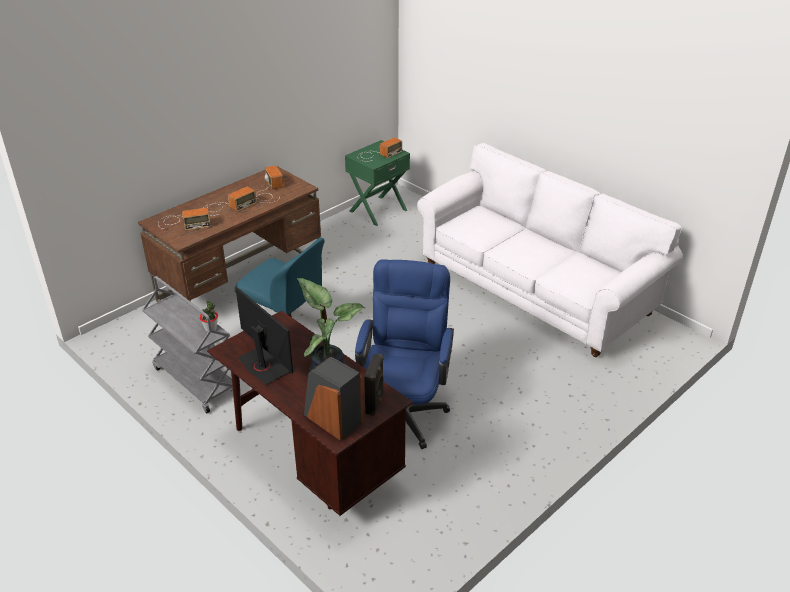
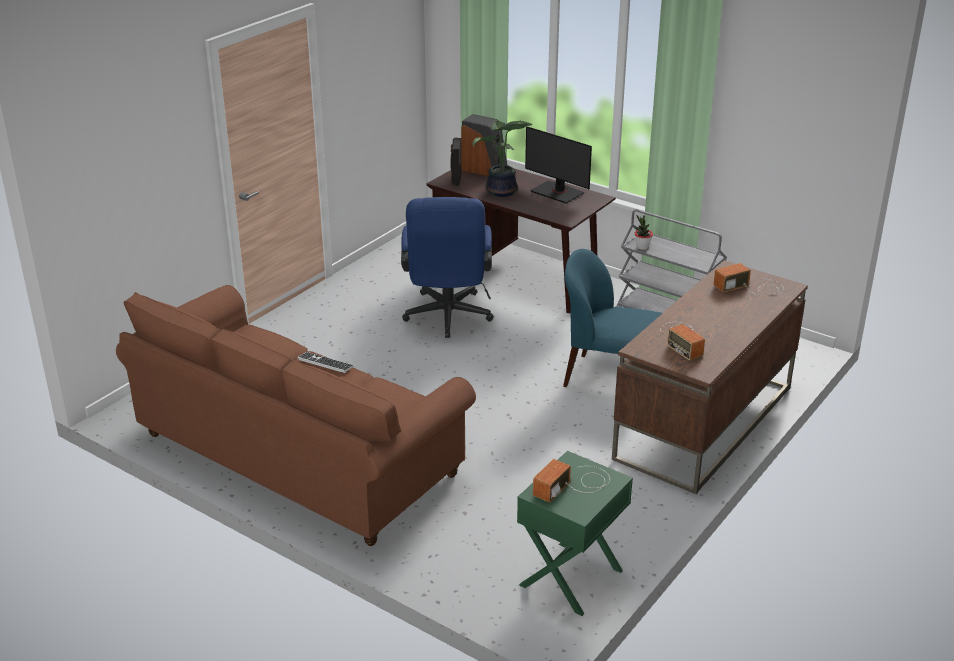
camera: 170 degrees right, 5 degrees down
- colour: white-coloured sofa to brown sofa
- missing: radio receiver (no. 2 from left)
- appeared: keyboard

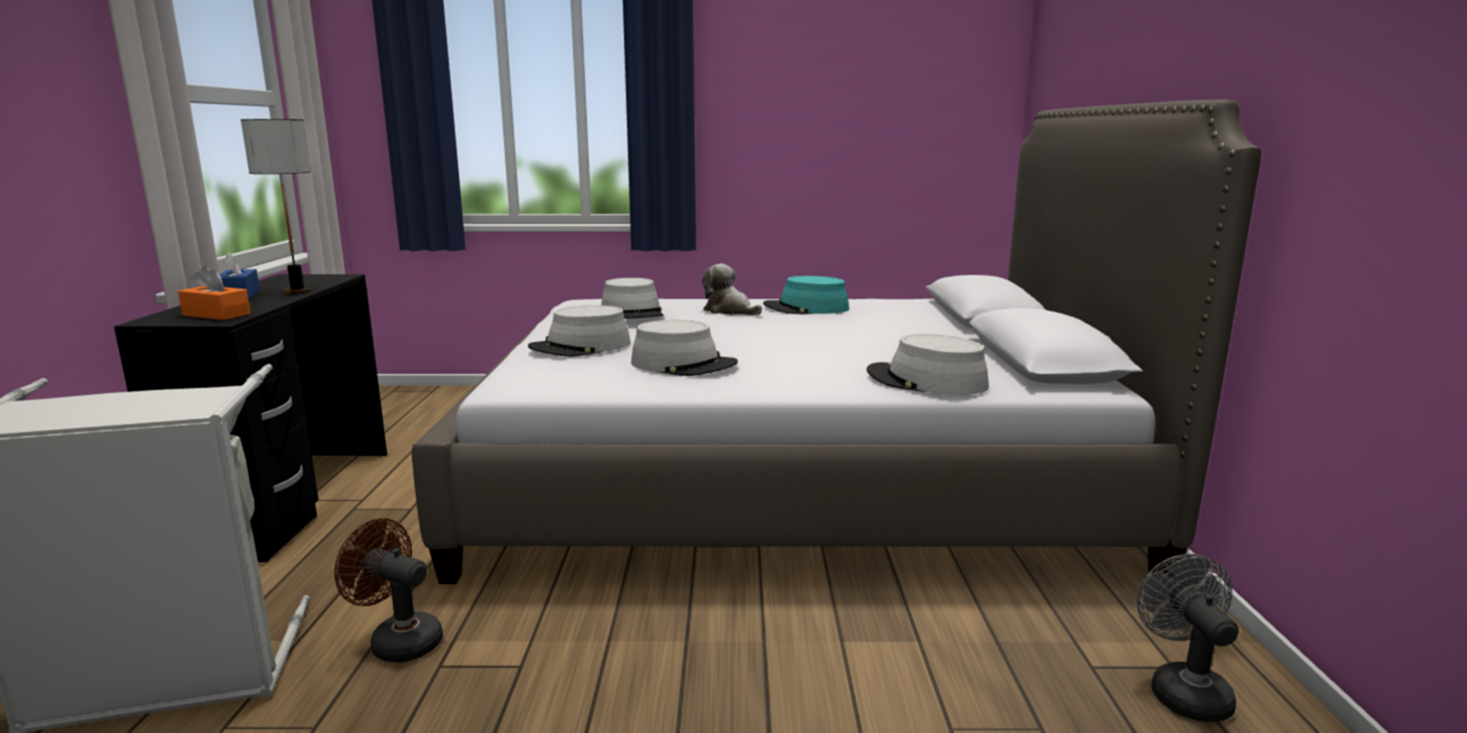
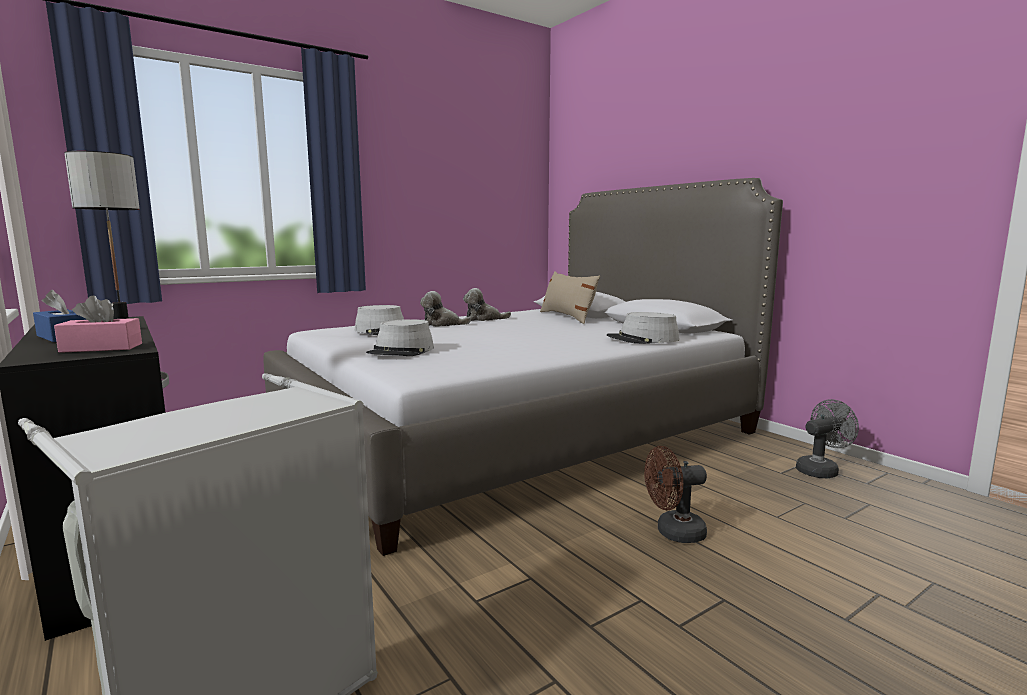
camera: 35 degrees left, 5 degrees down
- colour: orange-coloured tissue box to pinkish tissue box
- exchanged: turquoise clothing hat to soft toy (no. 2 from left)
- missing: gray clothing hat (no. 3 from left)
- relocated: brown cooling fan
- spun: gray cooling fan 105 degrees clockwise
- appeared: beige-coloured pillow

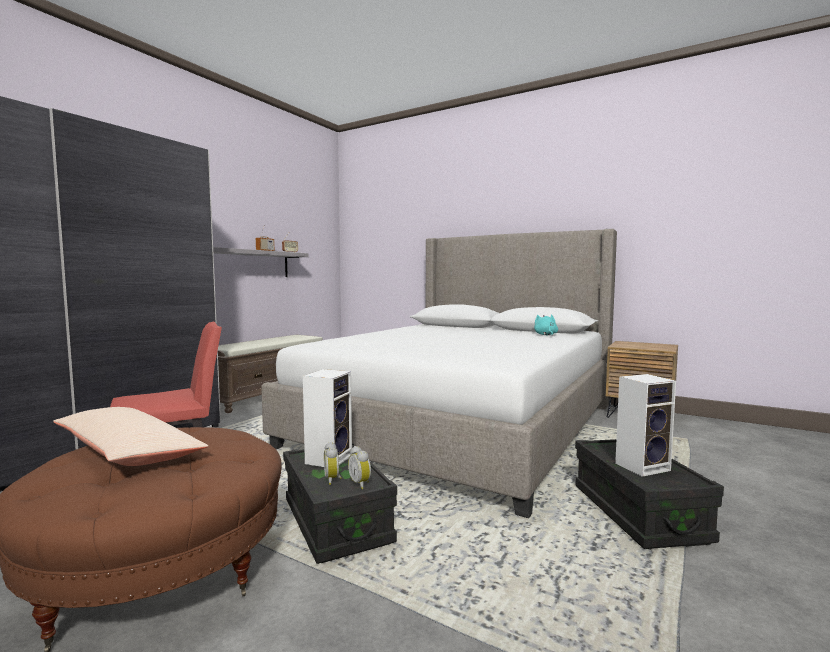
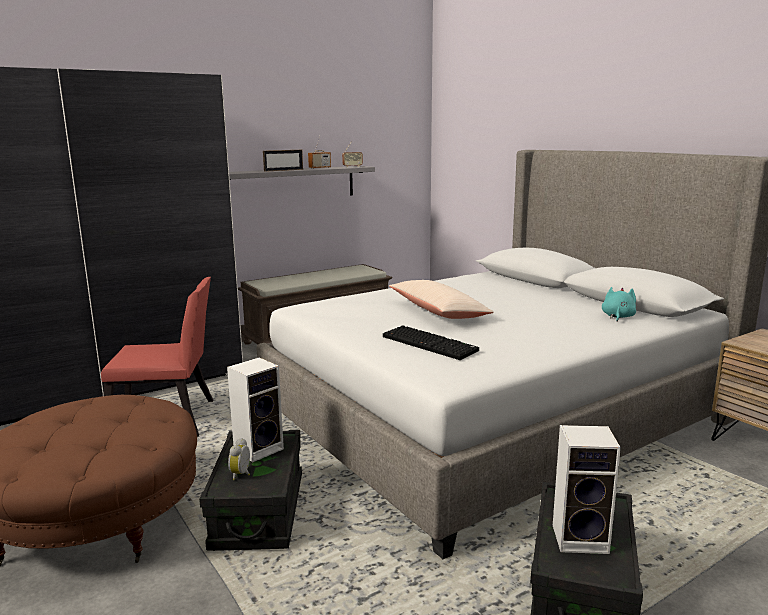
camera: 25 degrees right, 10 degrees up
- relocated: beige-coloured pillow
- missing: table clock (no. 2 from left)
- appeared: photo frame
- appeared: keyboard

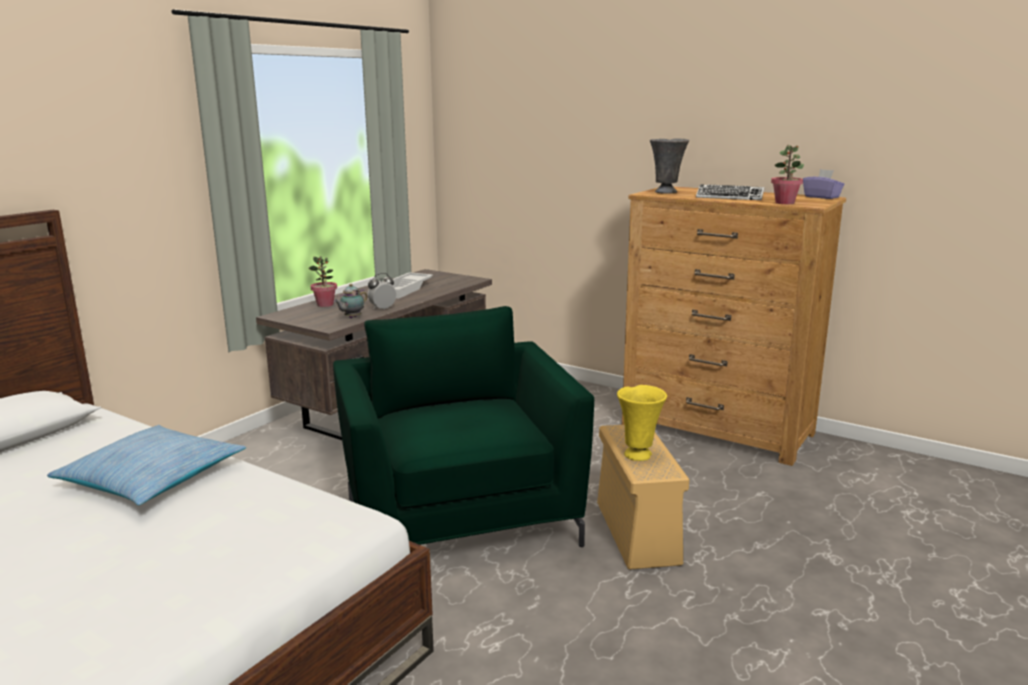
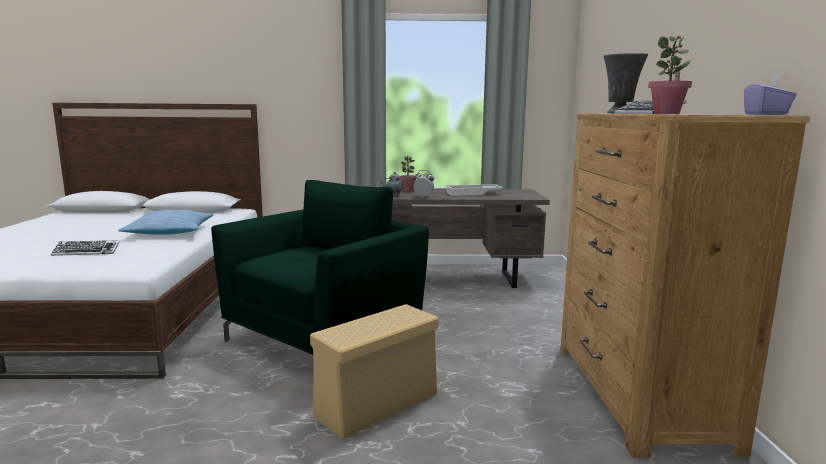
camera: 55 degrees right, 5 degrees down
- missing: yellowish flower vase
- appeared: keyboard (no. 1 from left)

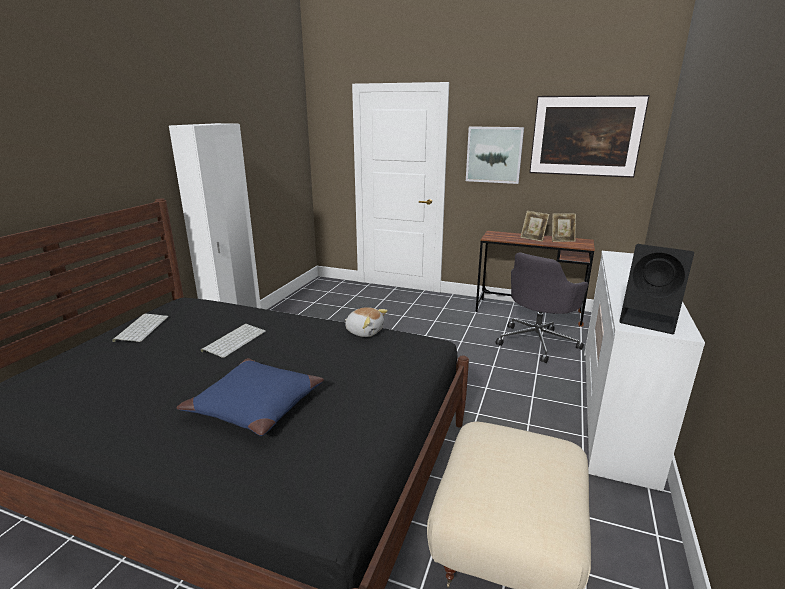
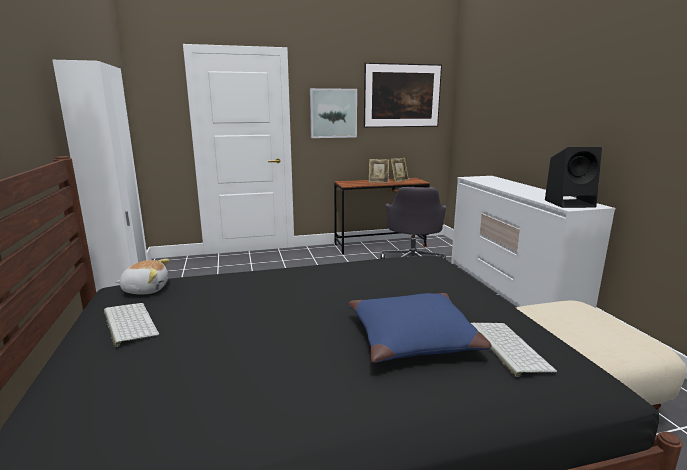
camera: 35 degrees left, 5 degrees down
- relocated: soft toy
- relocated: keyboard (no. 2 from left)

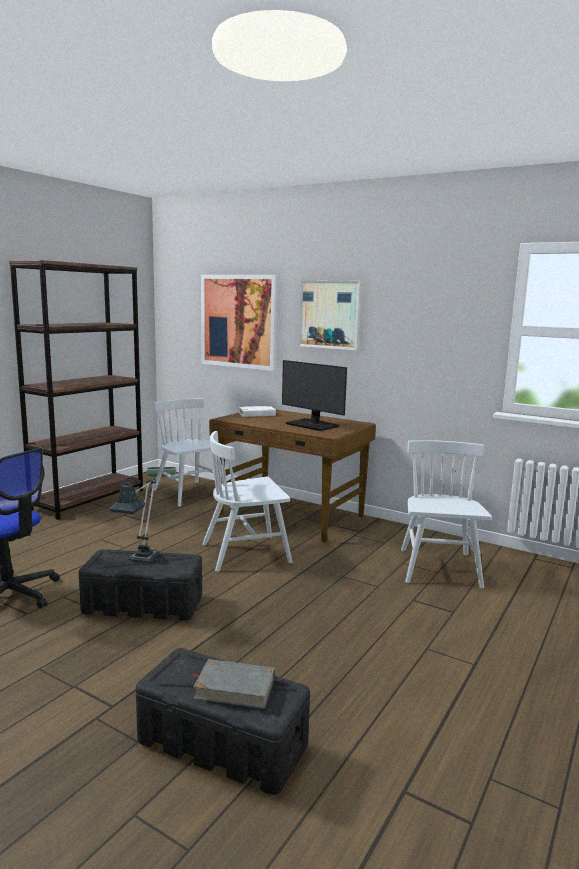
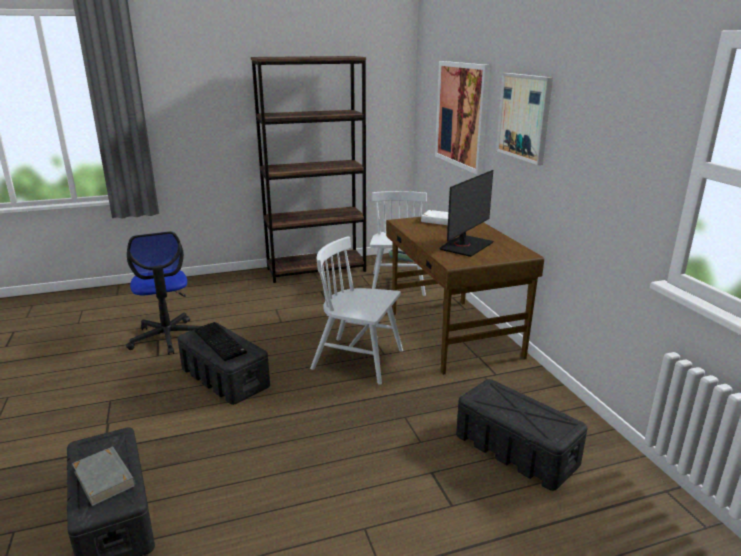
camera: 40 degrees right, 10 degrees up
- spun: monitor 135 degrees counterclockwise
- exchanged: white-coloured upright chair (no. 3 from left) to black-coloured storage box (no. 3 from left)
- exchanged: table lamp to keyboard

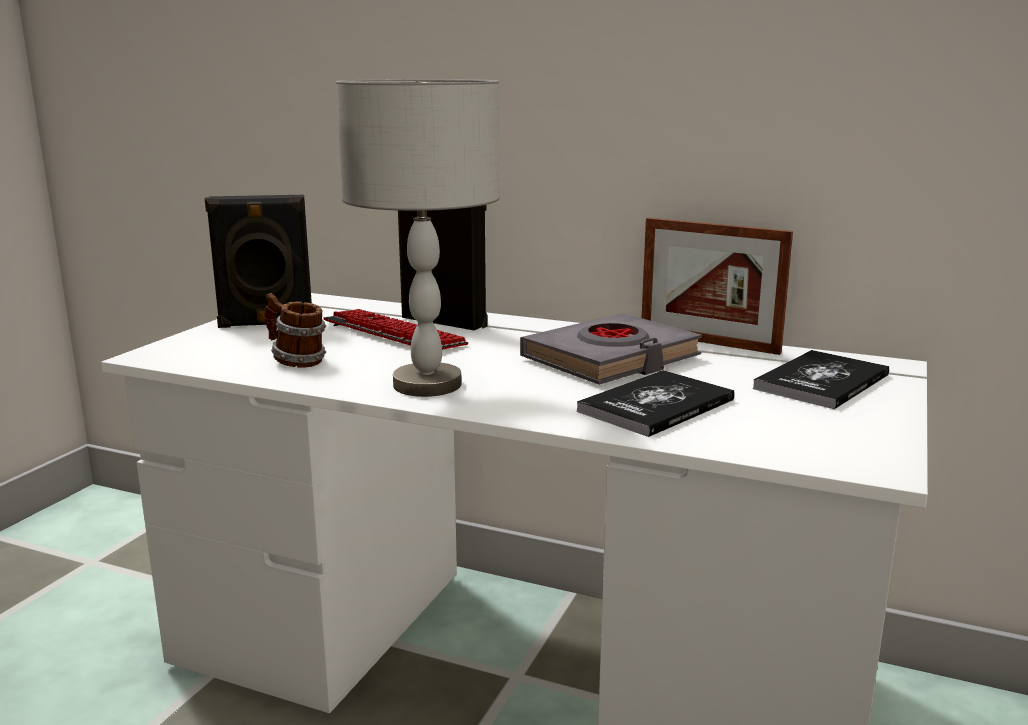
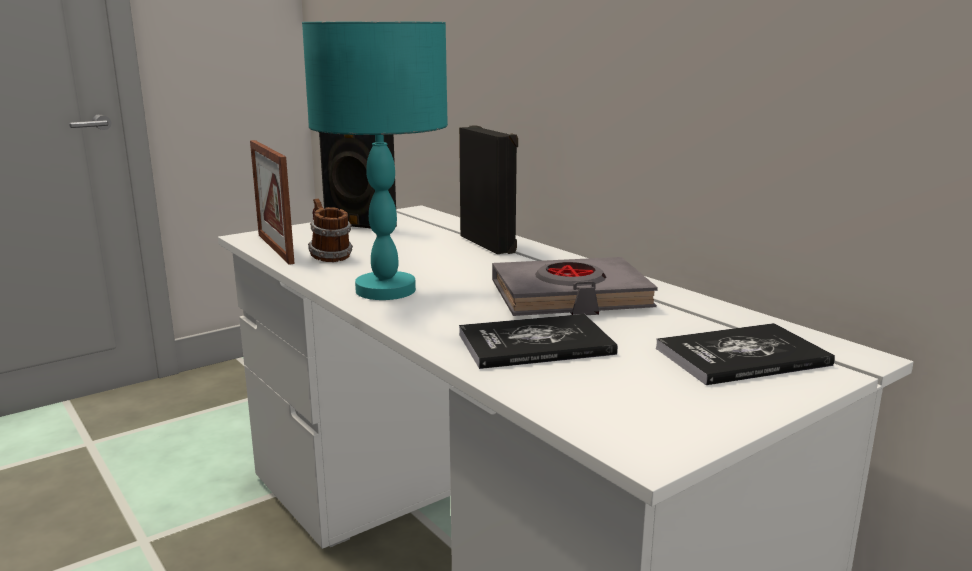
camera: 30 degrees right, 0 degrees up
- colour: gray table lamp to turquoise table lamp
- relocated: photo frame
- missing: keyboard

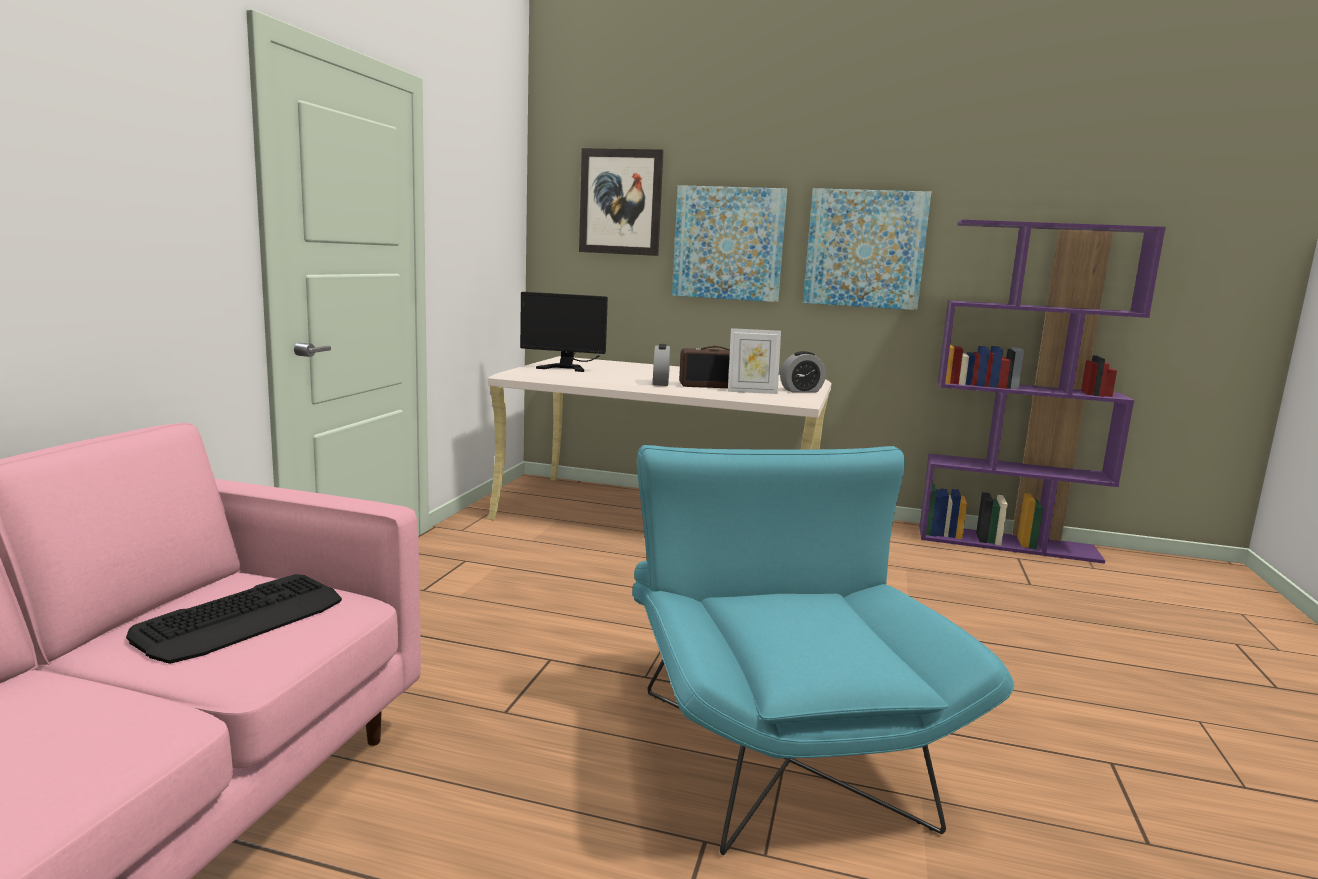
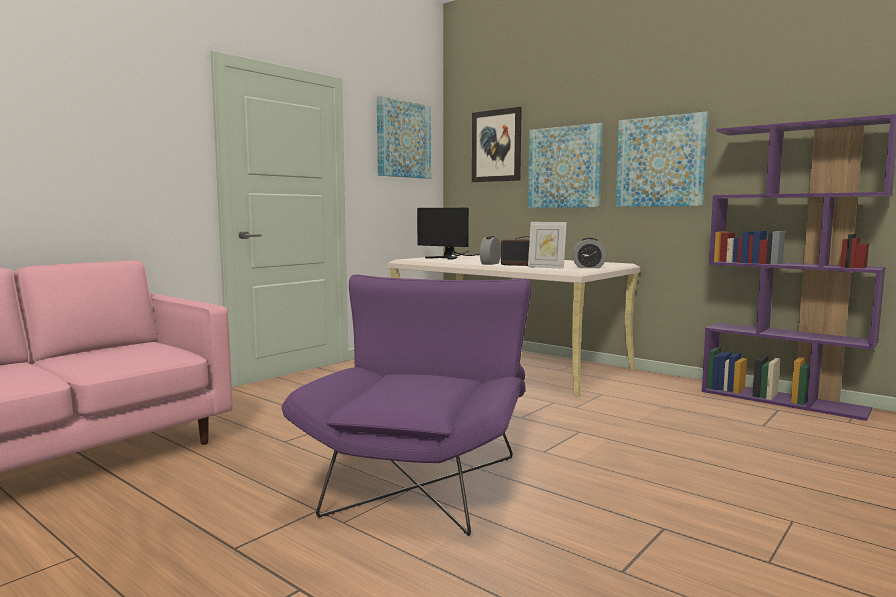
camera: 25 degrees right, 5 degrees down
- colour: turquoise lounge chair to purple lounge chair
- missing: keyboard
- appeared: wall picture (no. 1 from left)

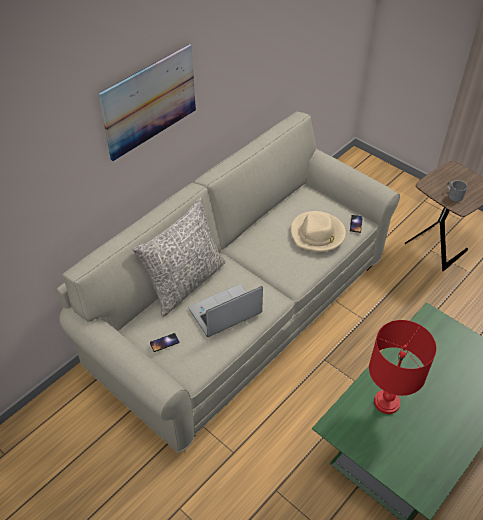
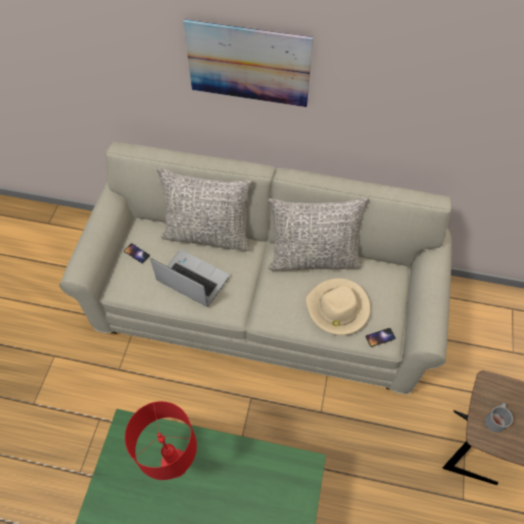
camera: 60 degrees right, 10 degrees up
- appeared: gray pillow (no. 2 from left)

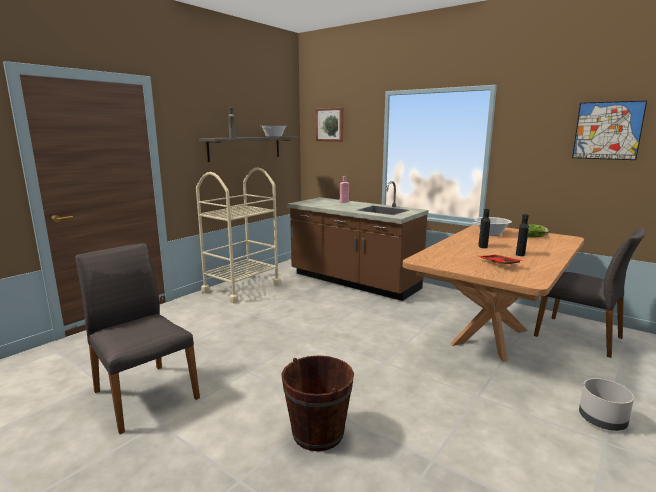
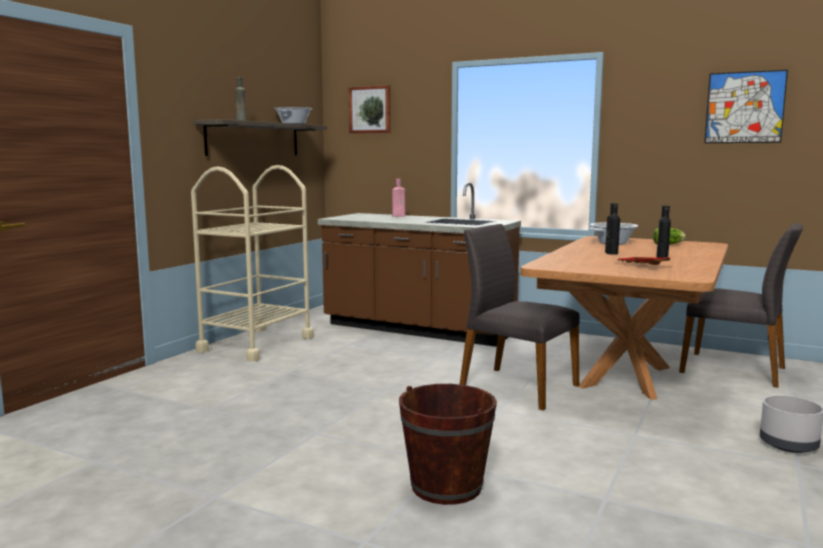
camera: 10 degrees left, 5 degrees down
- relocated: gray upright chair (no. 1 from left)

